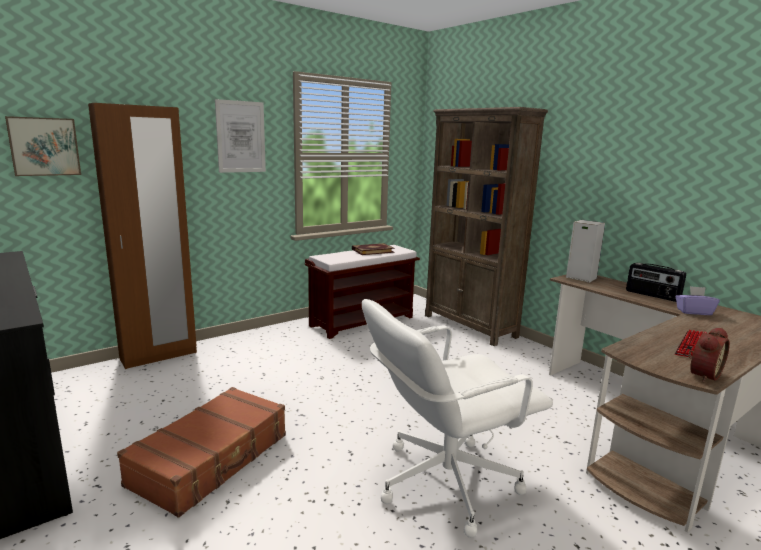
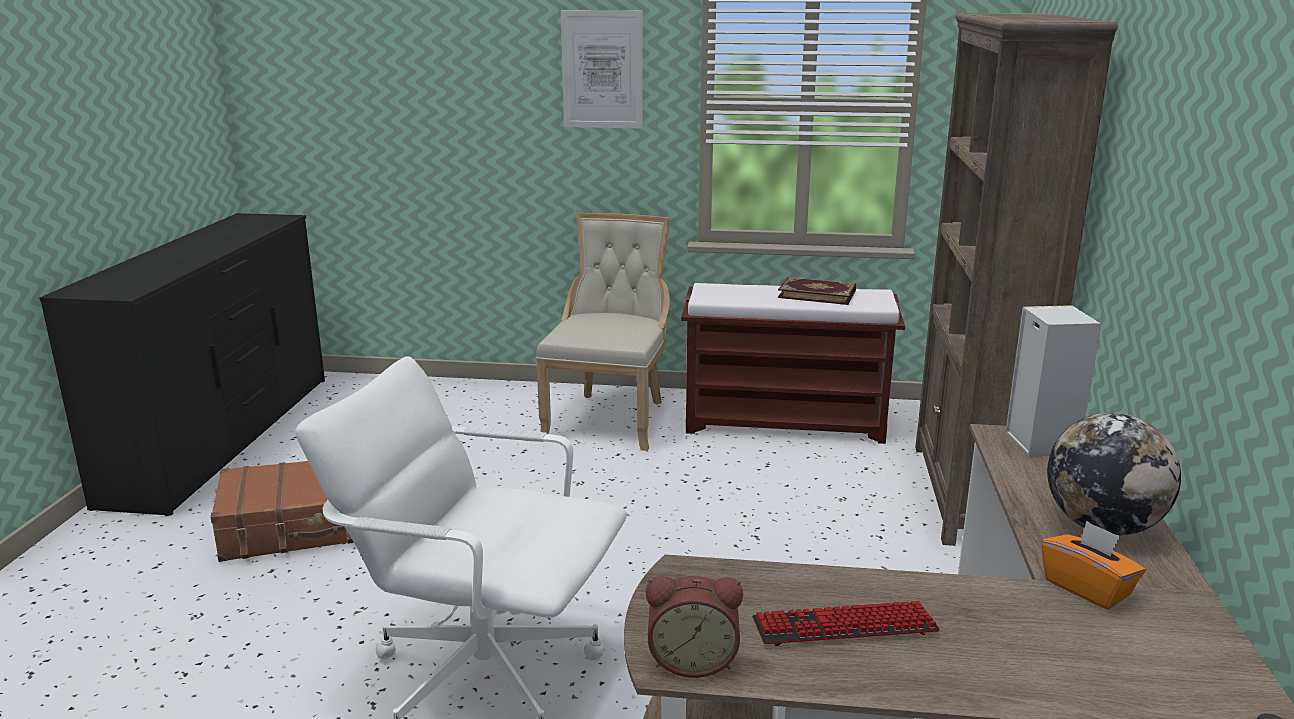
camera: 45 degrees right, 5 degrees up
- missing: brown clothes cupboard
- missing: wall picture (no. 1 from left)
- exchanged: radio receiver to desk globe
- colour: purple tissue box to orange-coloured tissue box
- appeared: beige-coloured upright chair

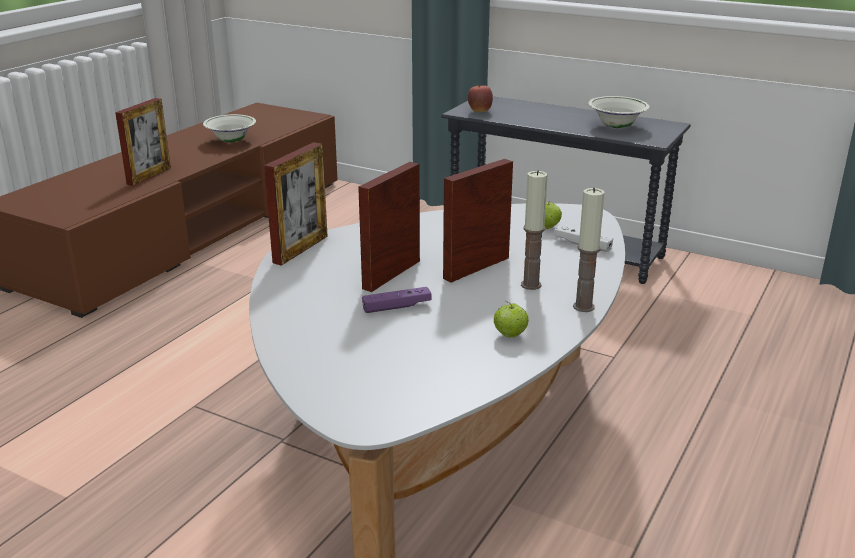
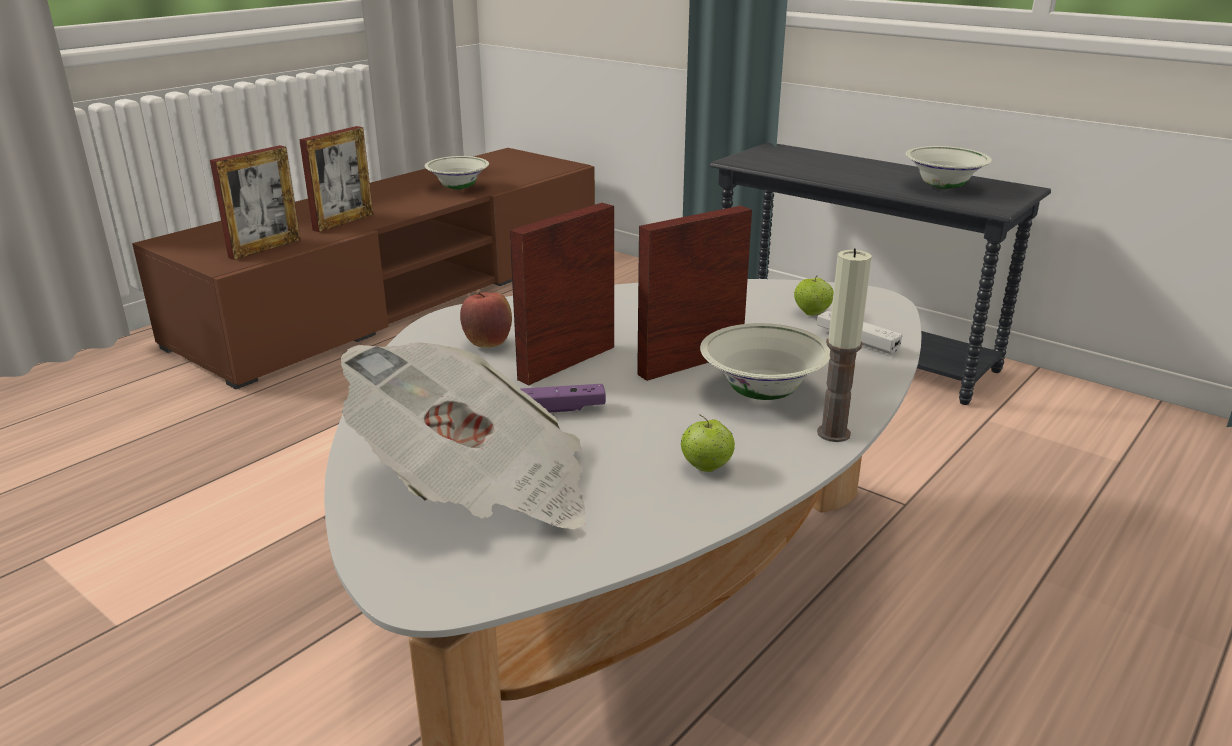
camera: 10 degrees right, 0 degrees up
- relocated: apple (no. 1 from left)
- relocated: photo frame (no. 2 from left in the first image) to photo frame (no. 1 from left)
- exchanged: candle (no. 1 from left) to white-coloured bowl (no. 2 from left)
- appeared: daily paper

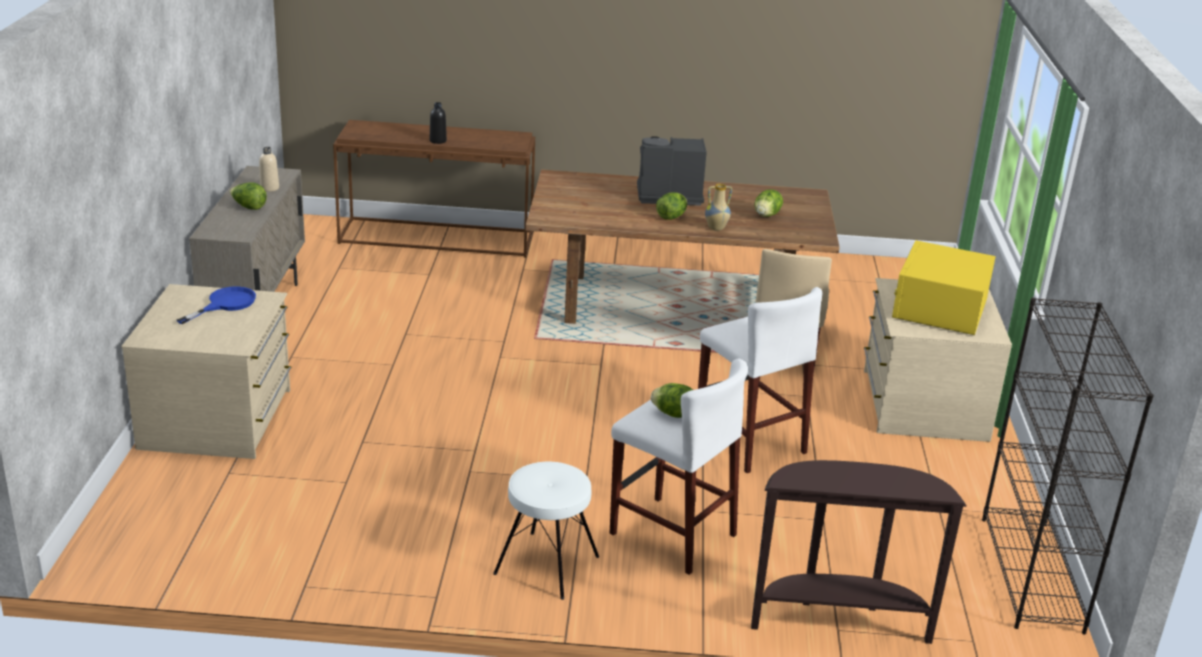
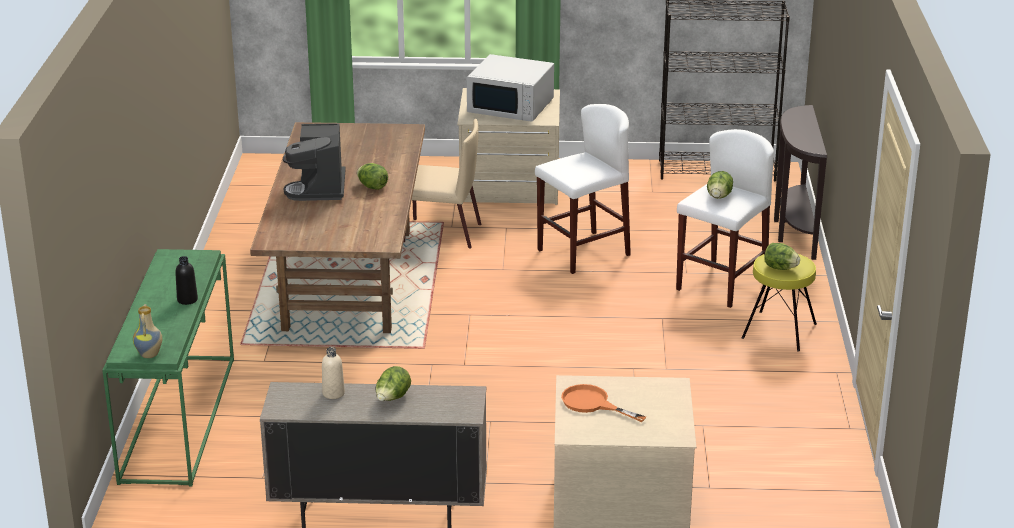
camera: 90 degrees left, 0 degrees up
- colour: brown narrow table (no. 1 from left) to green narrow table
- relocated: flower vase
- relocated: head of lettuce (no. 4 from left)
- colour: yellowish microwave oven to white-coloured microwave oven
- colour: bluish pan to orange-coloured pan
- colour: white-coloured stool (no. 1 from left) to yellowish stool

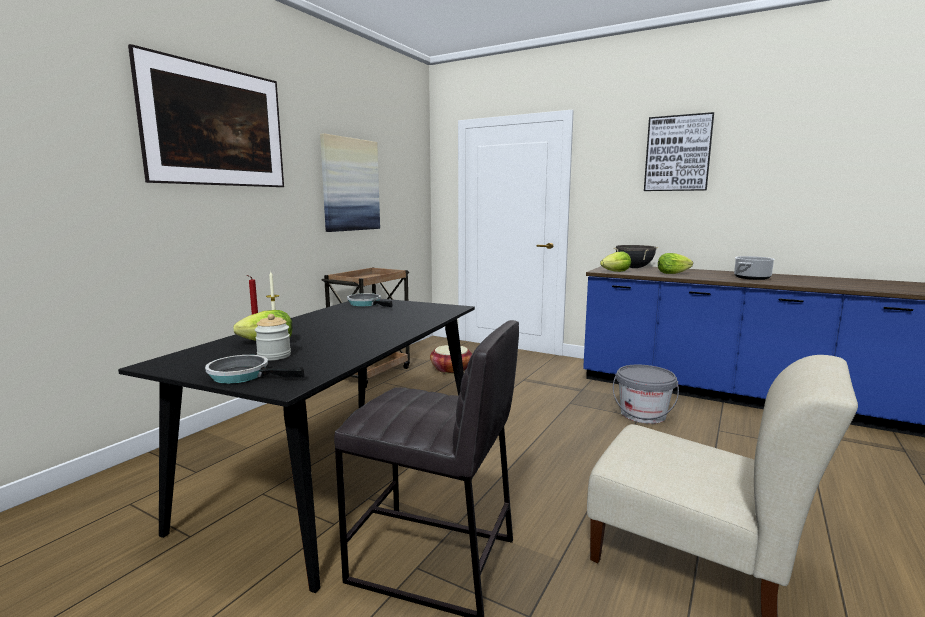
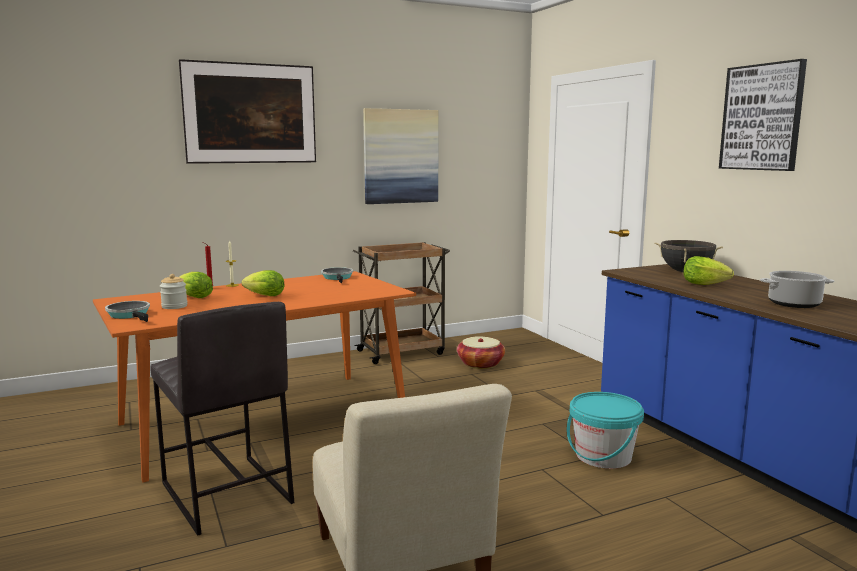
camera: 35 degrees right, 0 degrees up
- relocated: head of lettuce (no. 2 from left)
- colour: black-coloured dining table to orange-coloured dining table
- colour: gray pail to turquoise pail

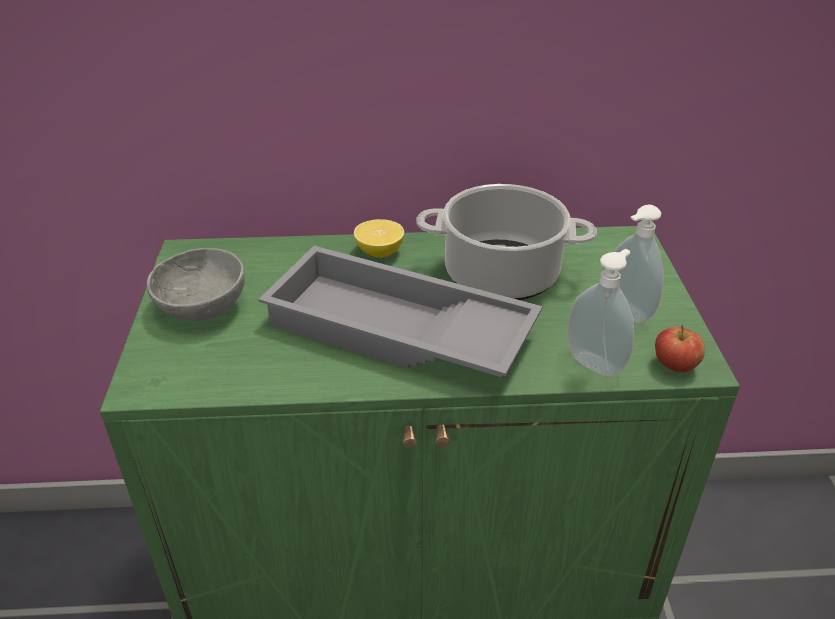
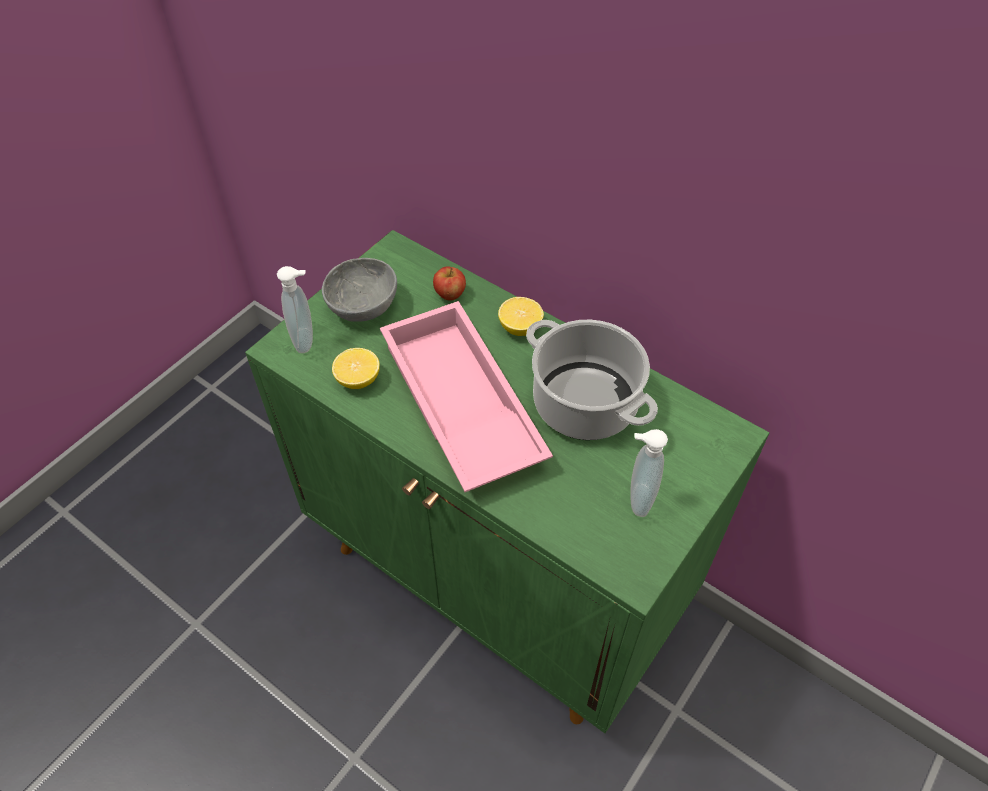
camera: 40 degrees right, 15 degrees up
- colour: gray carrying tray to pinkish carrying tray
- relocated: soap dispenser (no. 1 from left)
- relocated: apple
- appeared: citrus fruit (no. 1 from left)

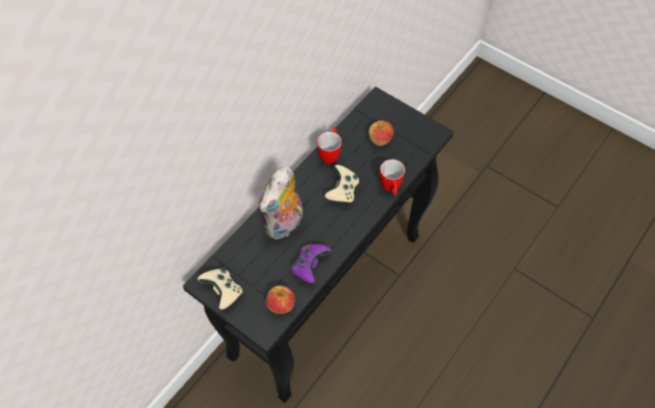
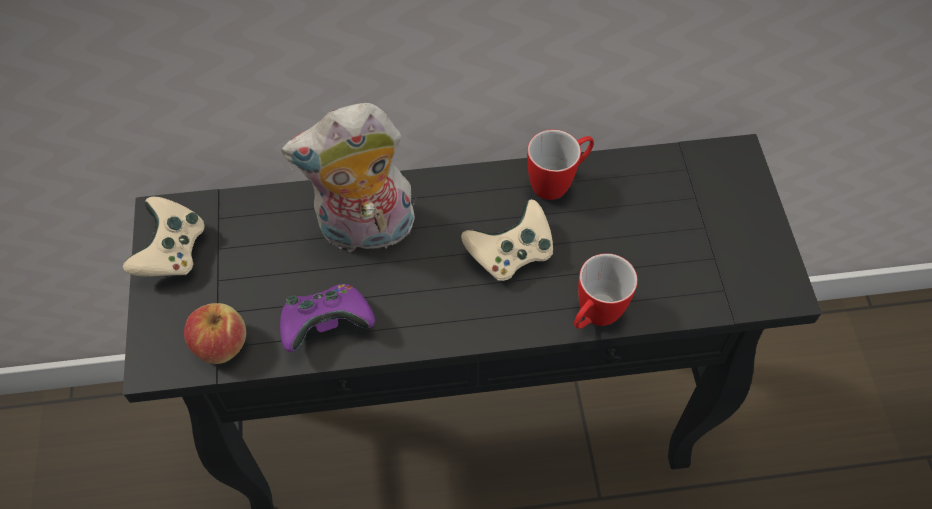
camera: 45 degrees right, 0 degrees up
- missing: apple (no. 2 from left)

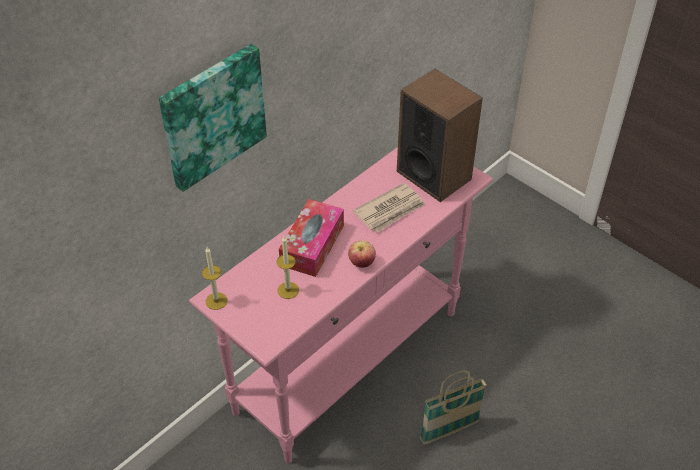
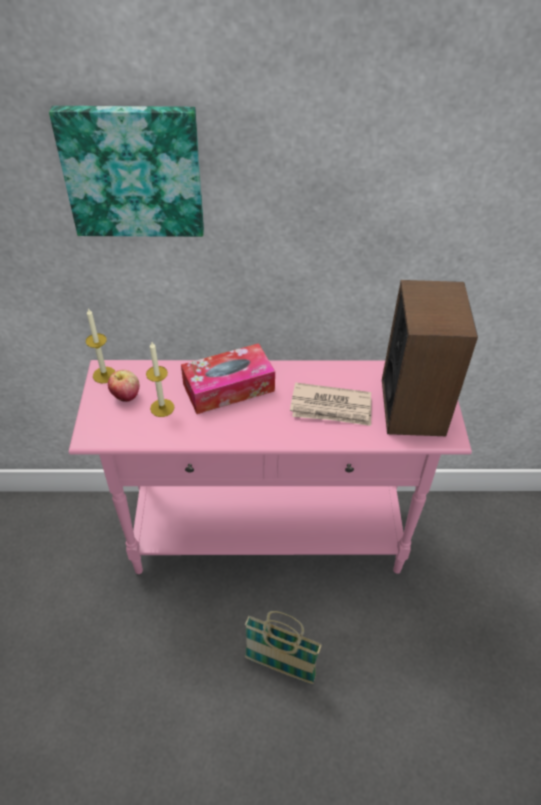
camera: 45 degrees right, 0 degrees up
- relocated: apple

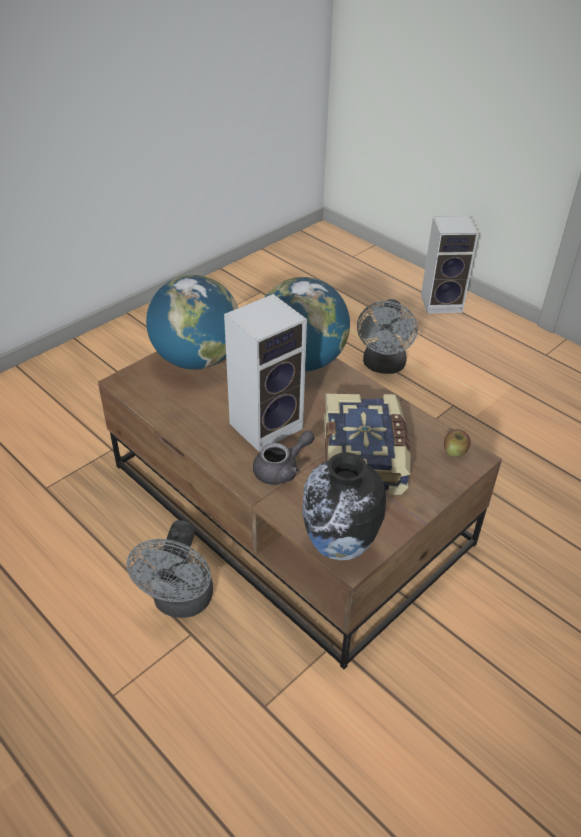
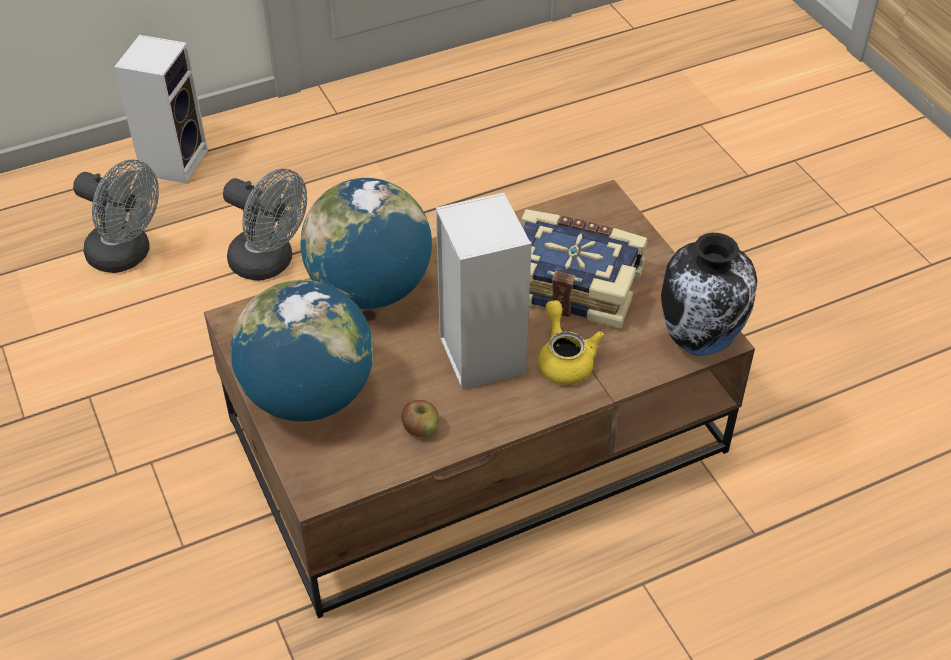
camera: 70 degrees left, 5 degrees up
- relocated: apple
- colour: gray teapot to yellowish teapot
- relocated: gray cooling fan (no. 1 from left)

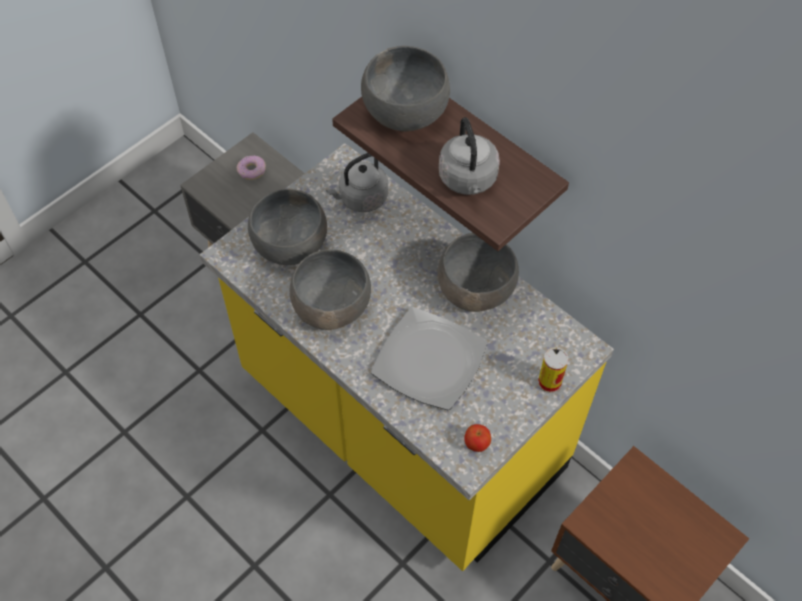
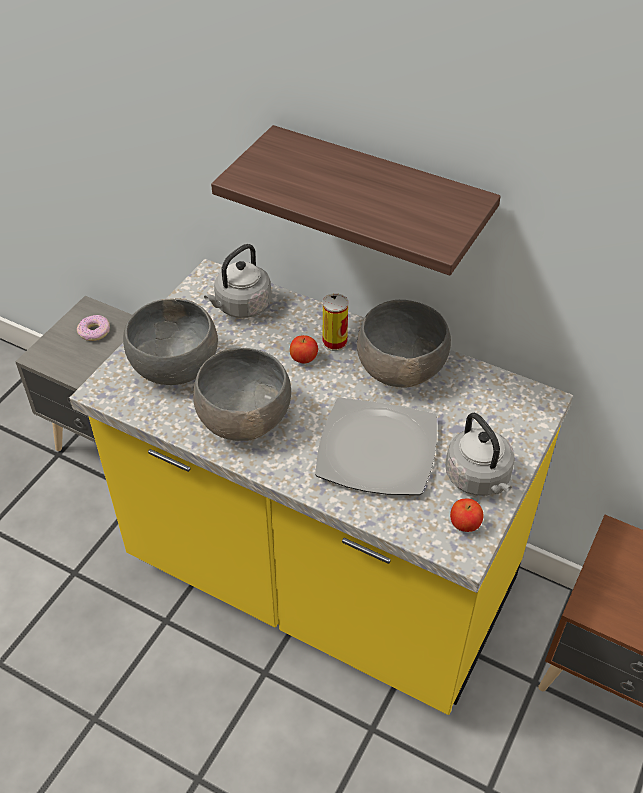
camera: 15 degrees left, 10 degrees down
- missing: gray bowl (no. 3 from left)
- relocated: gray kettle (no. 2 from left)
- relocated: metal can
- appeared: apple (no. 1 from left)

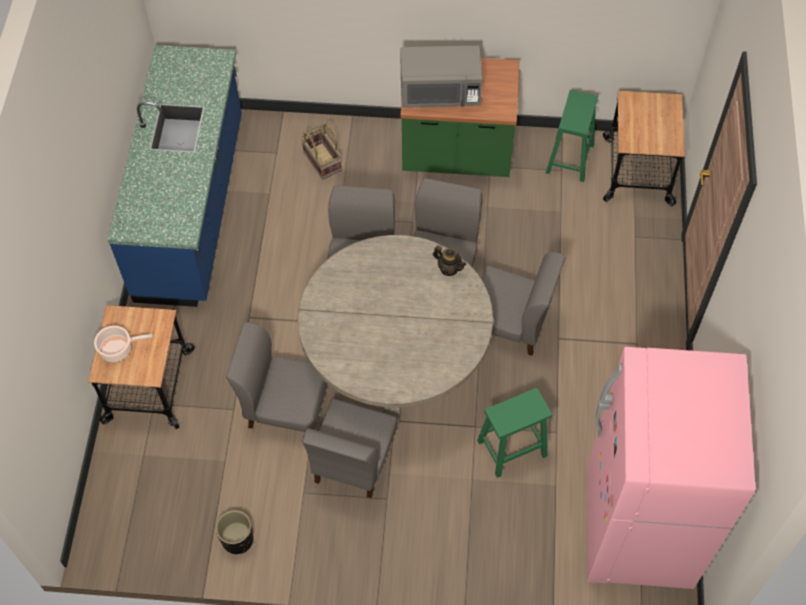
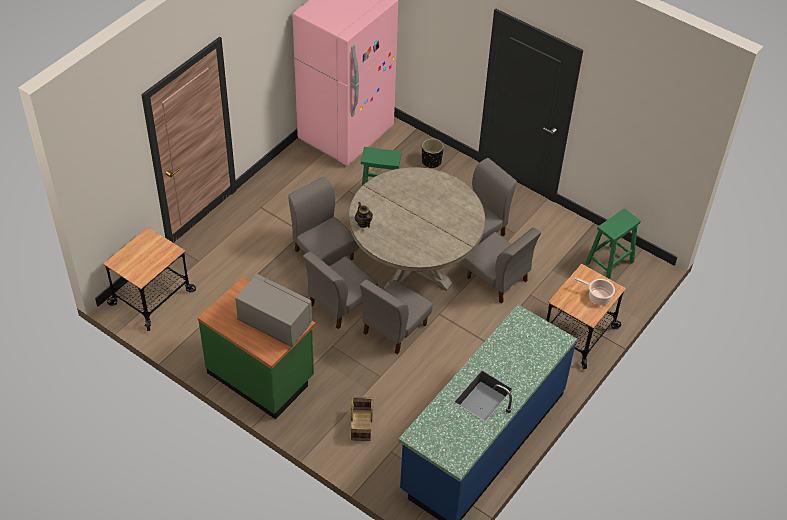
camera: 150 degrees left, 10 degrees down
- relocated: green stool (no. 2 from left)
- relocated: black-coloured planter

